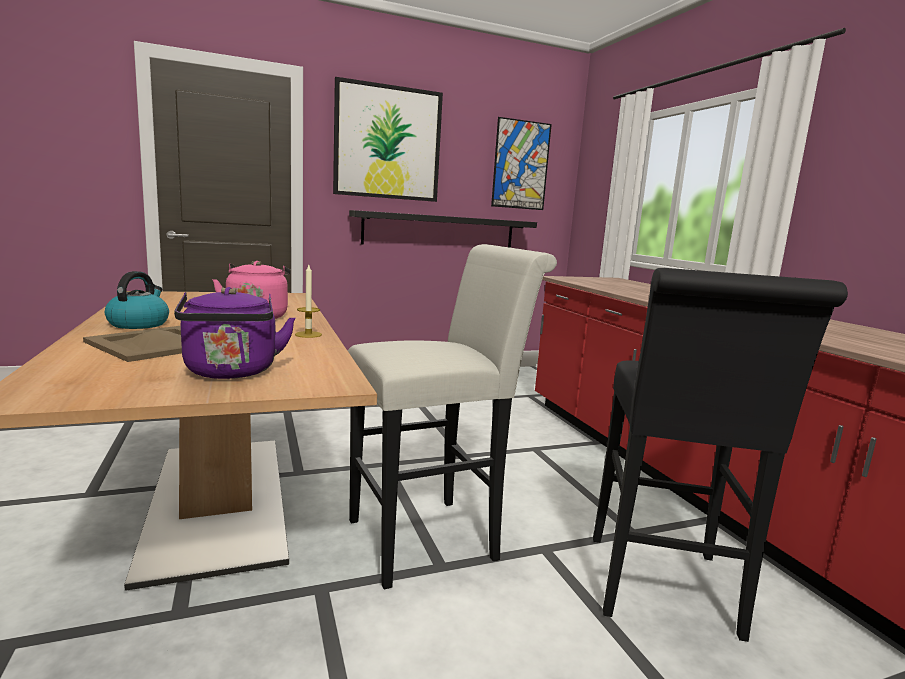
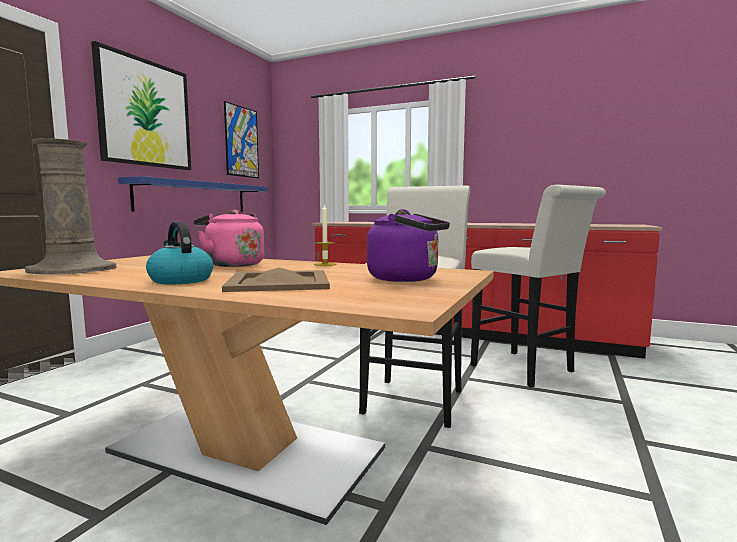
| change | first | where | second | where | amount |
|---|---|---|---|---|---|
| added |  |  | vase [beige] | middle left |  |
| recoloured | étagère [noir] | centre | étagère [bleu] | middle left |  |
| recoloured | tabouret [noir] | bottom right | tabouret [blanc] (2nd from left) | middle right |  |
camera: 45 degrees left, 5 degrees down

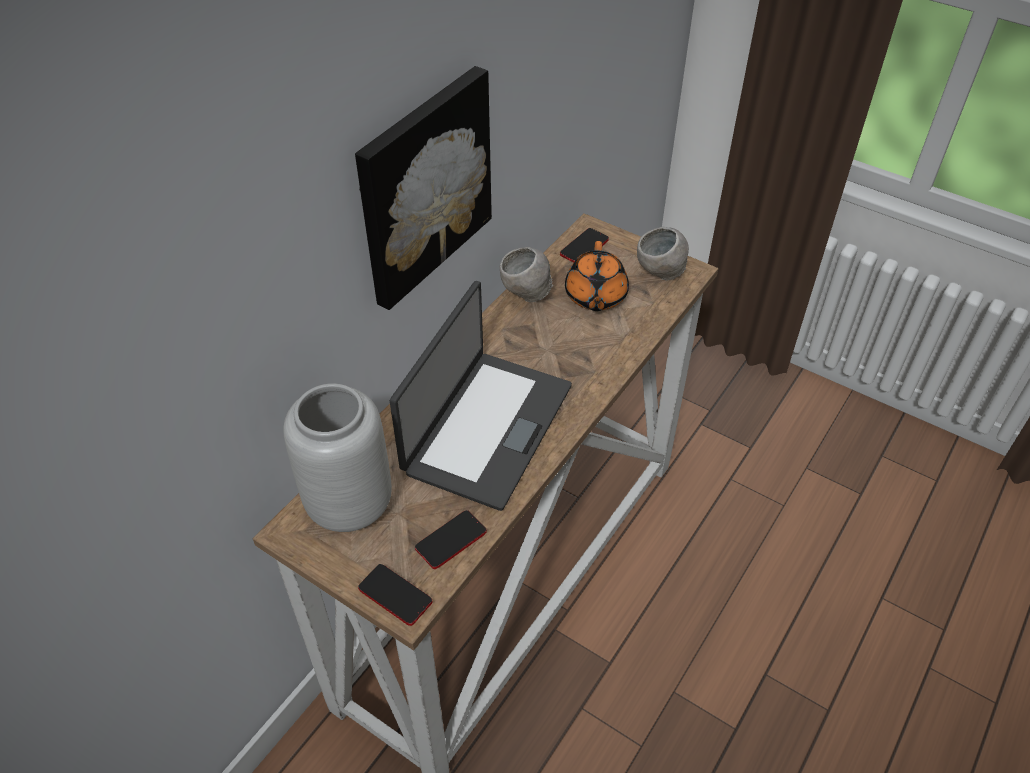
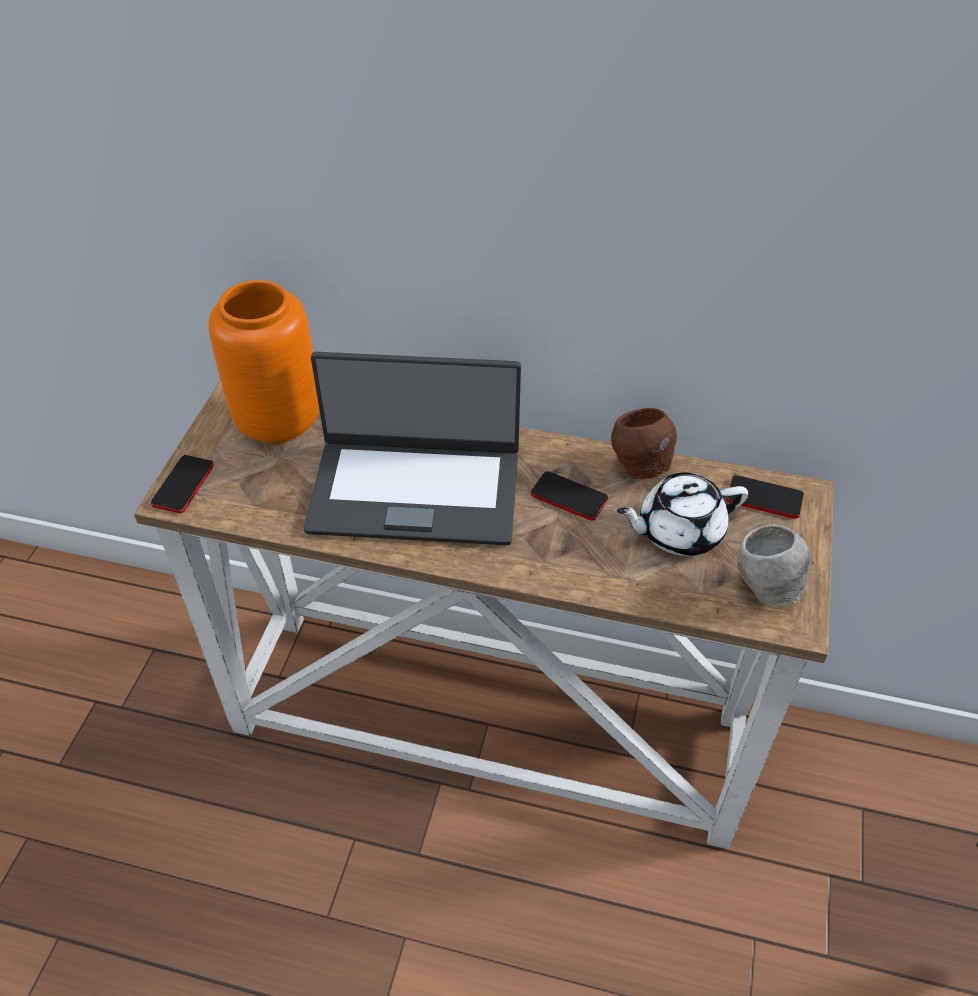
| change | first | where | second | where | amount |
|---|---|---|---|---|---|
| removed | tableau | top centre |  |  |  |
| moved | téléphone (2nd from left) | bottom centre |  | centre |  |
| recoloured | vase [gris] | middle left | vase [orange] | middle left |  |
| recoloured | bol [gris] (1st from left) | centre | bol [marron] | centre |  |
| recoloured | théière [orange] | centre | théière [blanc] | middle right |  |
camera: 70 degrees right, 0 degrees up

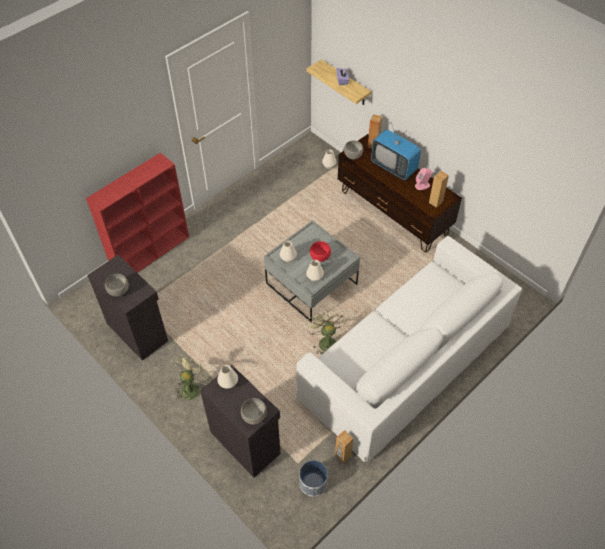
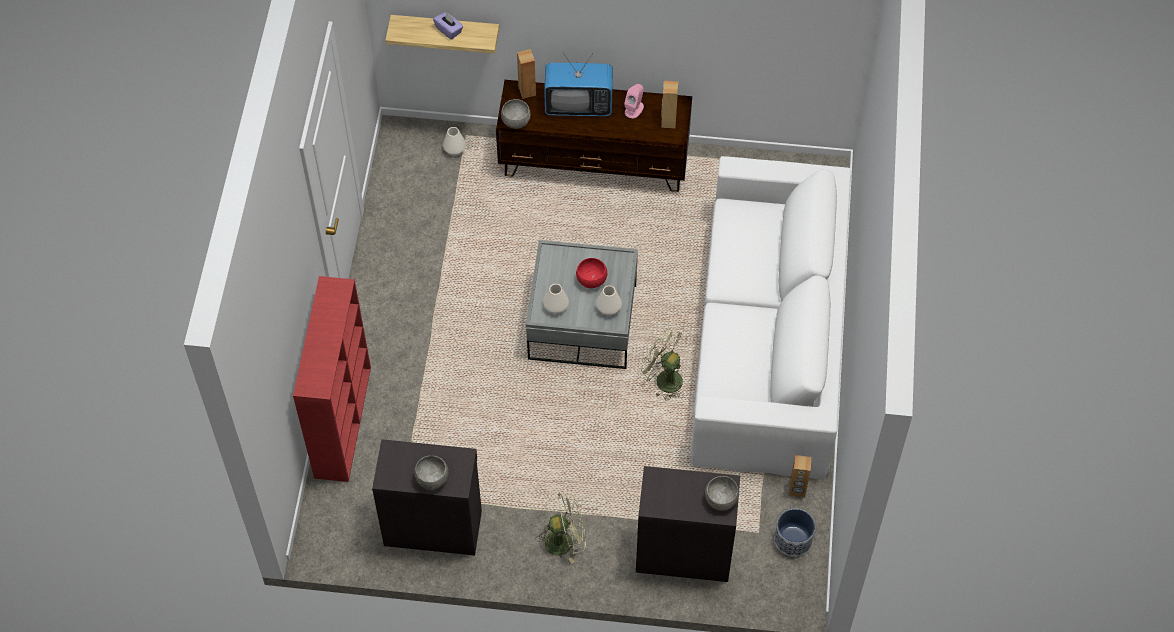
| change | first | where | second | where | amount |
|---|---|---|---|---|---|
| removed | vase [blanc] (1st from left) | bottom centre |  |  |  |
| turned | ventilateur [vert] (1st from left) | bottom left |  | bottom centre | 90 degrees clockwise |
camera: 40 degrees left, 5 degrees up

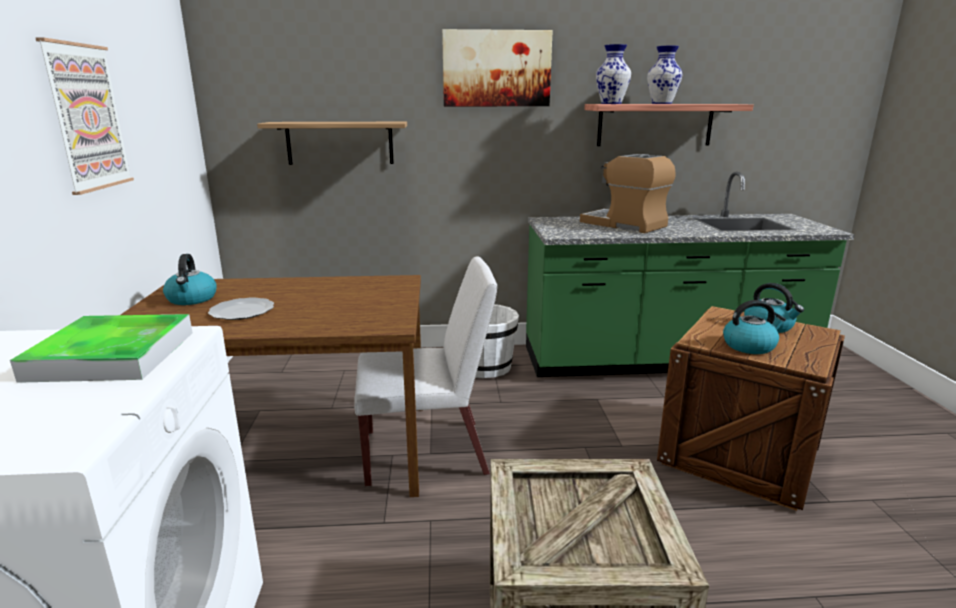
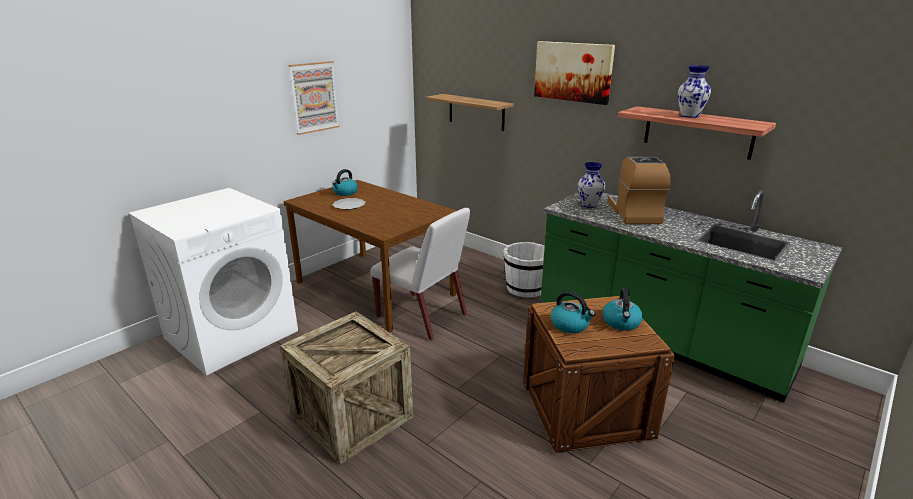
| change | first | where | second | where | amount |
|---|---|---|---|---|---|
| removed | plateau | middle left |  |  |  |
| moved | vase (1st from left) | top centre |  | centre |  |
camera: 45 degrees right, 5 degrees up

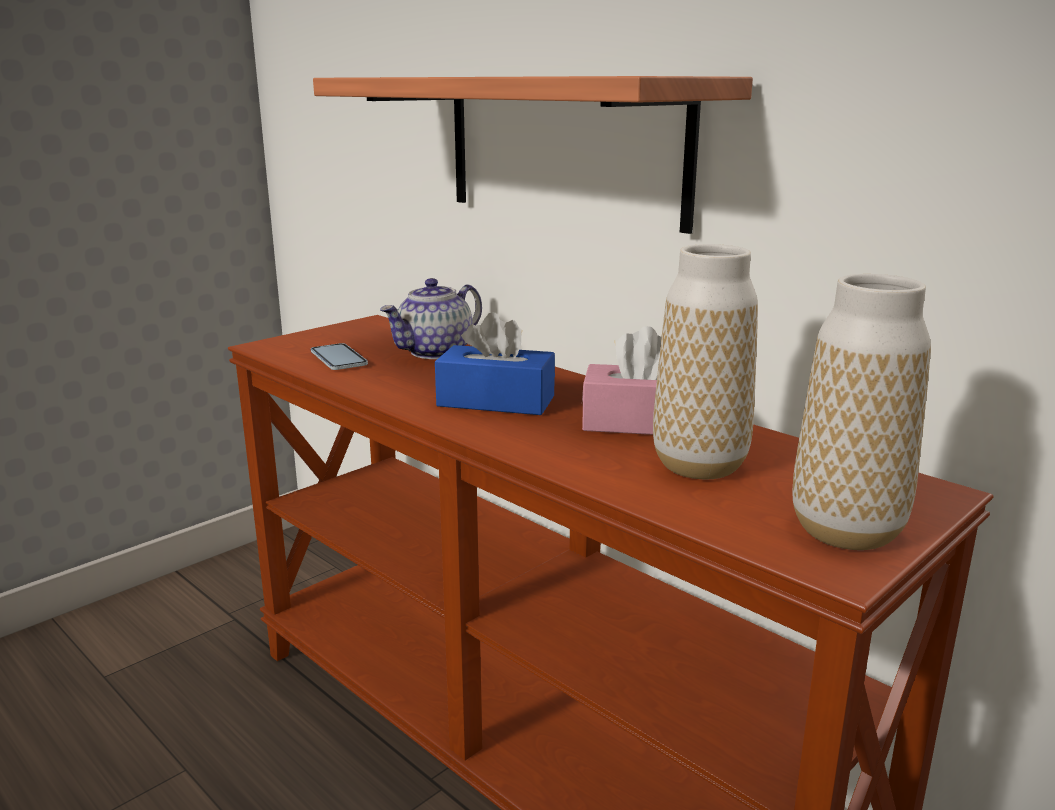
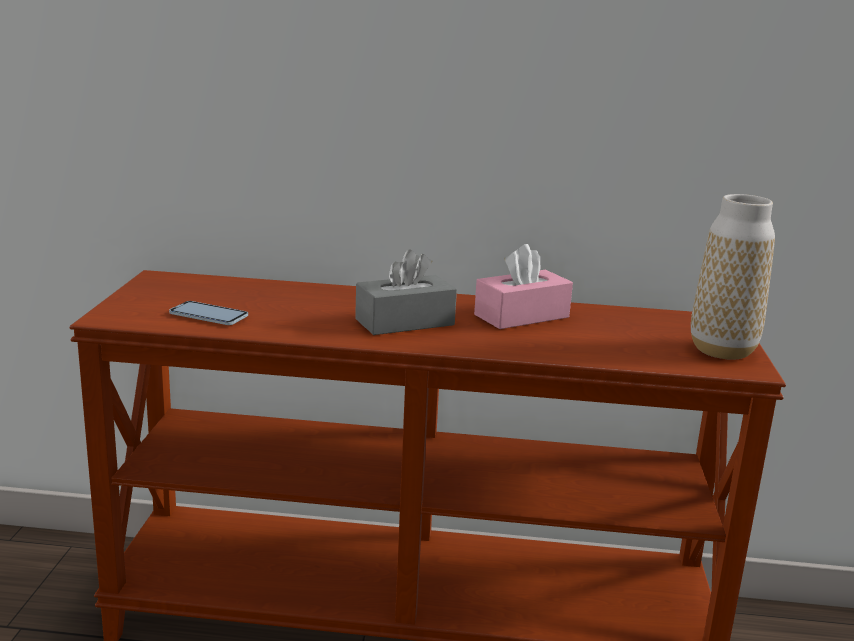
| change | first | where | second | where | amount |
|---|---|---|---|---|---|
| removed | étagère | top centre |  |  |  |
| removed | théière | centre |  |  |  |
| removed | vase (1st from left) | middle right |  |  |  |
| recoloured | boîte à mouchoirs [bleu] | centre | boîte à mouchoirs [gris] | centre |  |
camera: 40 degrees left, 0 degrees up

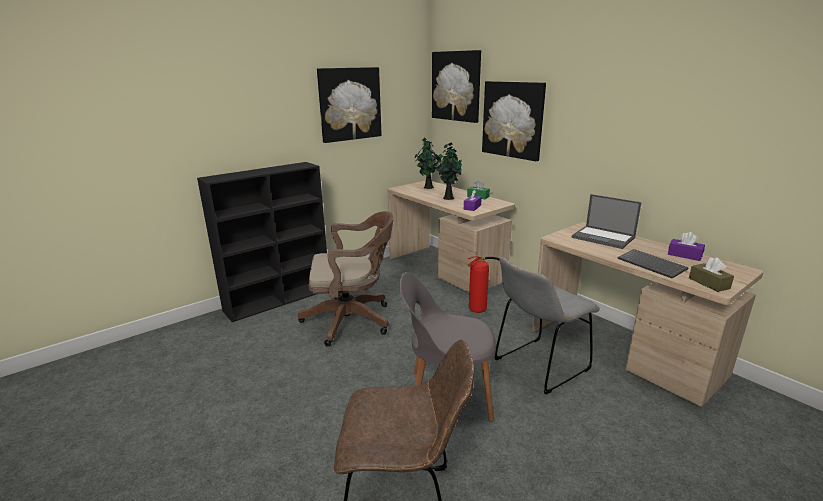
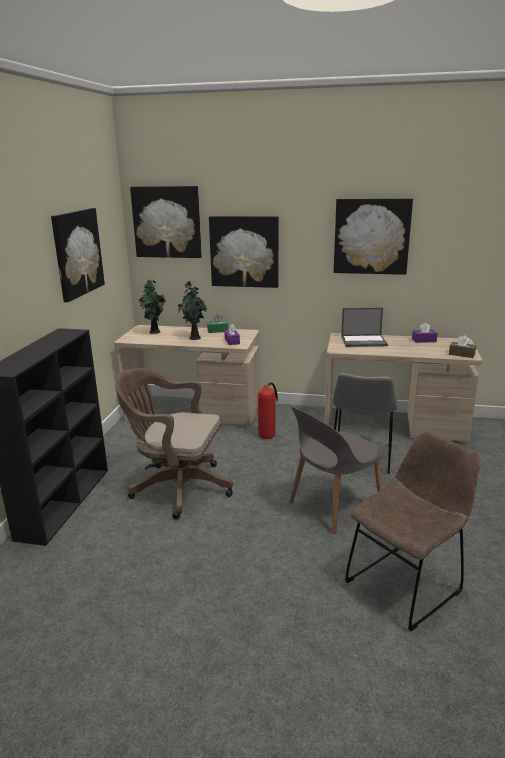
| change | first | where | second | where | amount |
|---|---|---|---|---|---|
| removed | clavier | middle right |  |  |  |
| added |  |  | tableau (4th from left) | top right |  |
| turned | chaise de bureau [marron] | centre |  | centre | 120 degrees counterclockwise |
camera: 40 degrees left, 0 degrees up

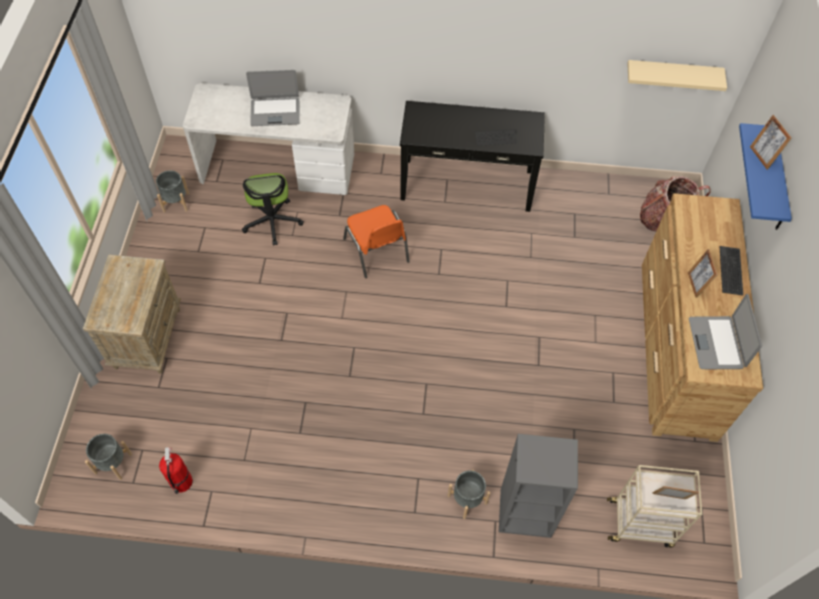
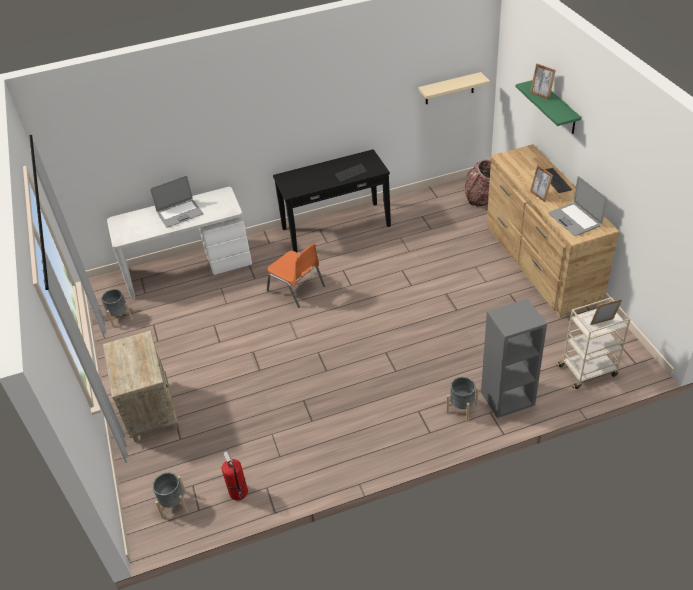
| change | first | where | second | where | amount |
|---|---|---|---|---|---|
| removed | chaise de bureau | centre |  |  |  |
| recoloured | étagère [bleu] | top right | étagère [vert] | top right |  |
camera: 20 degrees left, 15 degrees down

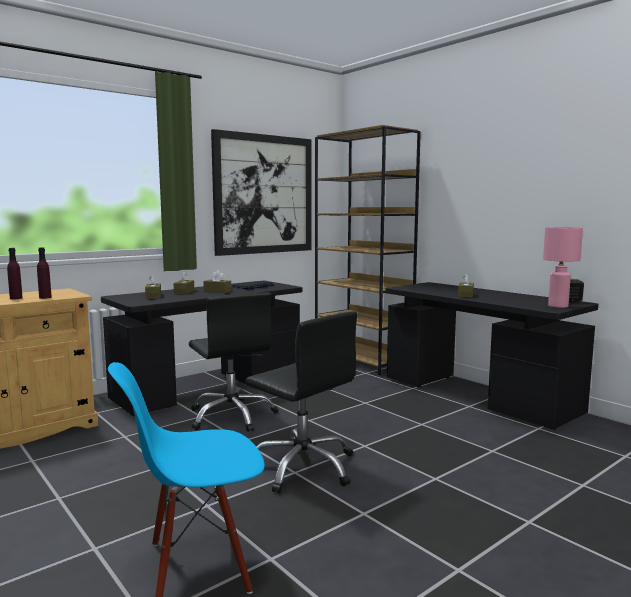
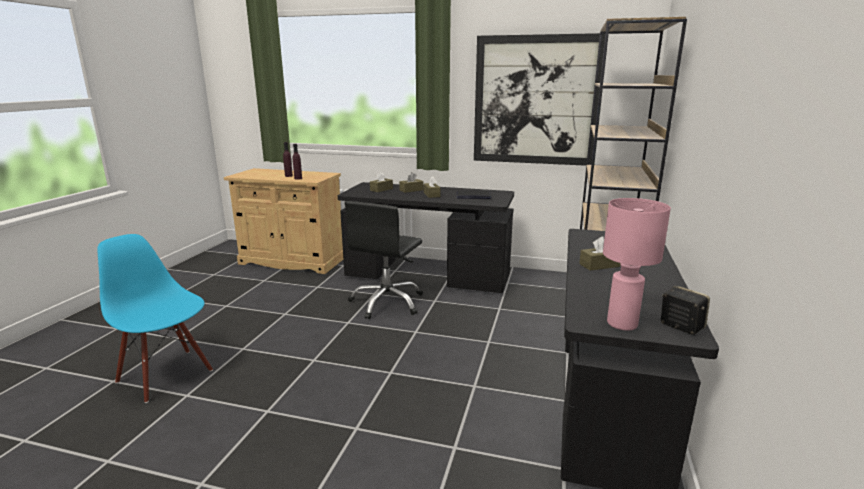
| change | first | where | second | where | amount |
|---|---|---|---|---|---|
| removed | chaise de bureau [noir] (2nd from left) | bottom centre |  |  |  |
camera: 55 degrees right, 10 degrees up

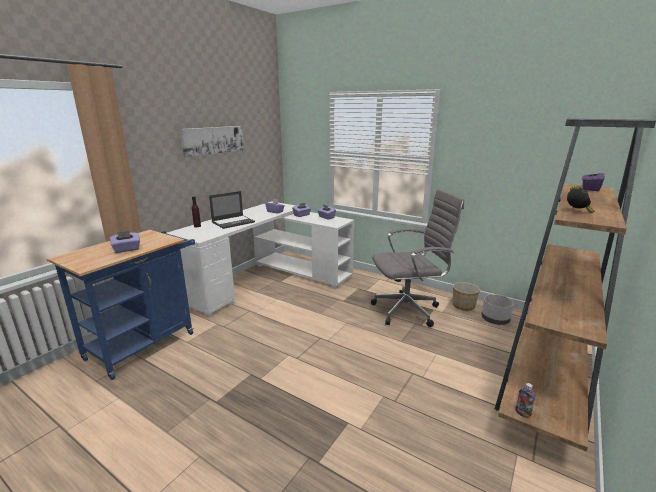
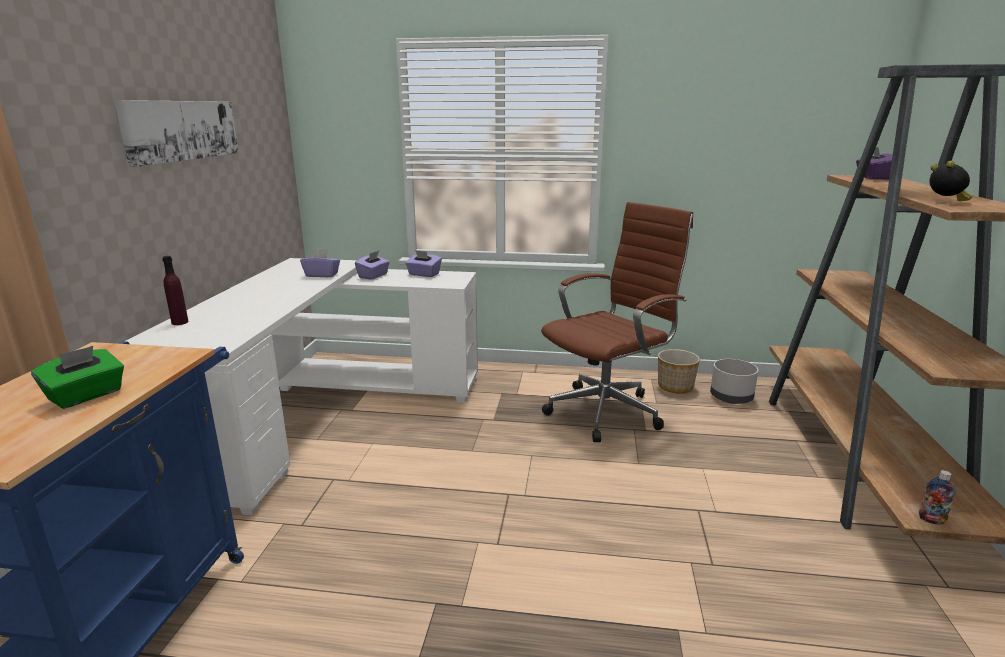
| change | first | where | second | where | amount |
|---|---|---|---|---|---|
| removed | ordinateur portable | centre |  |  |  |
| recoloured | boîte à mouchoirs [violet] (1st from left) | middle left | boîte à mouchoirs [vert] | middle left |  |
| recoloured | chaise de bureau [gris] | centre | chaise de bureau [marron] | centre |  |
camera: 25 degrees left, 0 degrees up

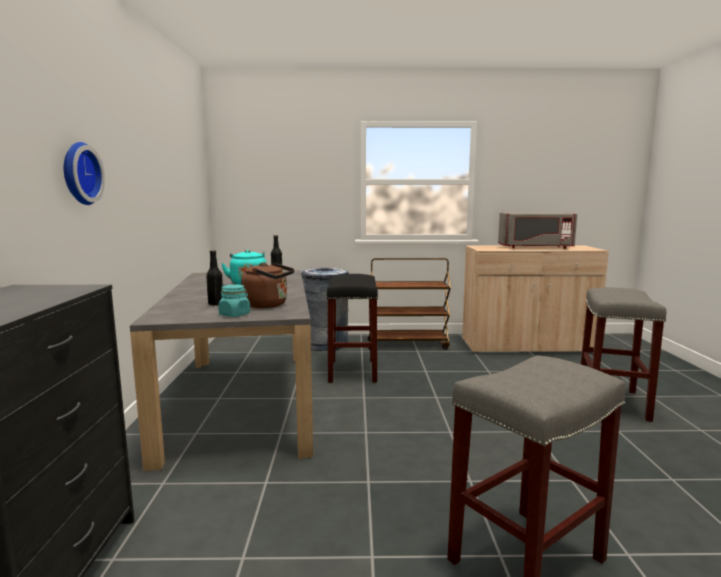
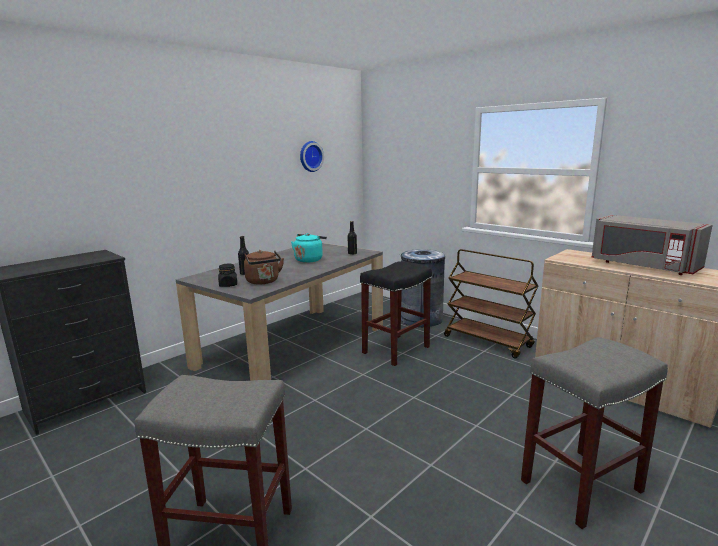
| change | first | where | second | where | amount |
|---|---|---|---|---|---|
| moved | horloge murale | top left |  | top centre |  |
| recoloured | bocal [turquoise] | middle left | bocal [noir] | middle left |  |
camera: 45 degrees right, 5 degrees up

